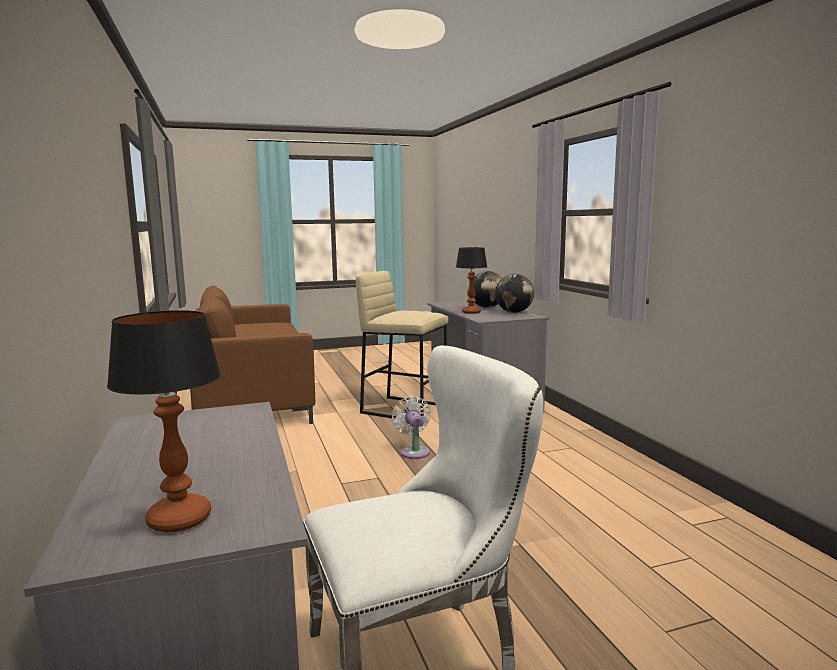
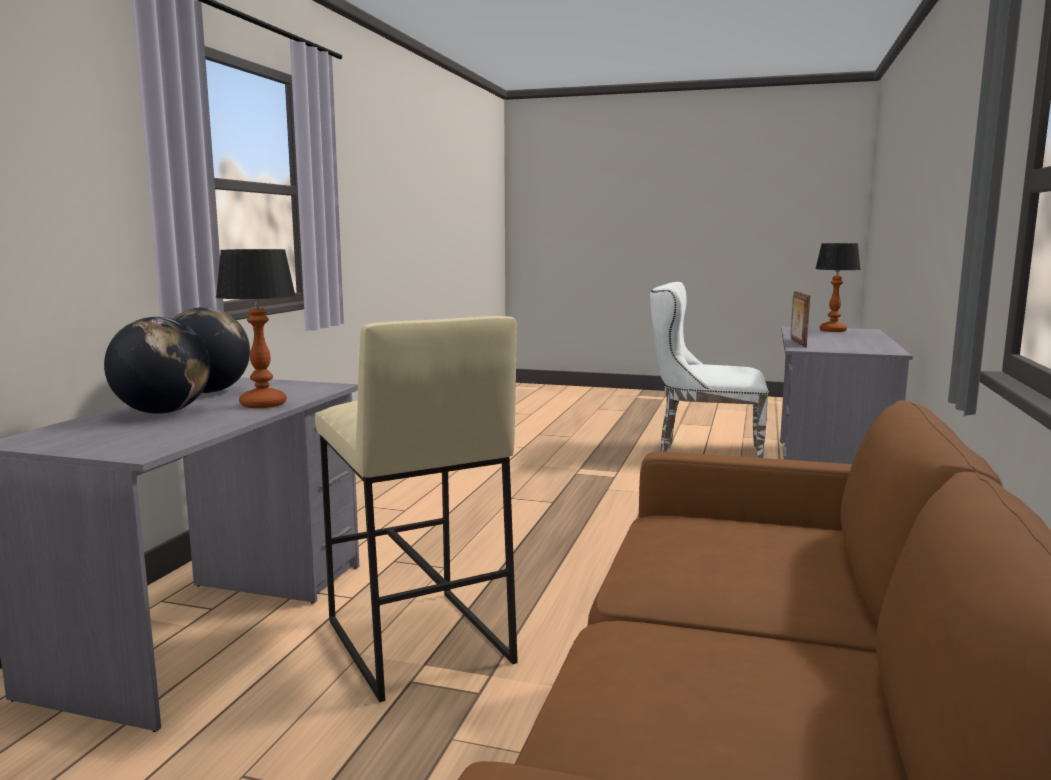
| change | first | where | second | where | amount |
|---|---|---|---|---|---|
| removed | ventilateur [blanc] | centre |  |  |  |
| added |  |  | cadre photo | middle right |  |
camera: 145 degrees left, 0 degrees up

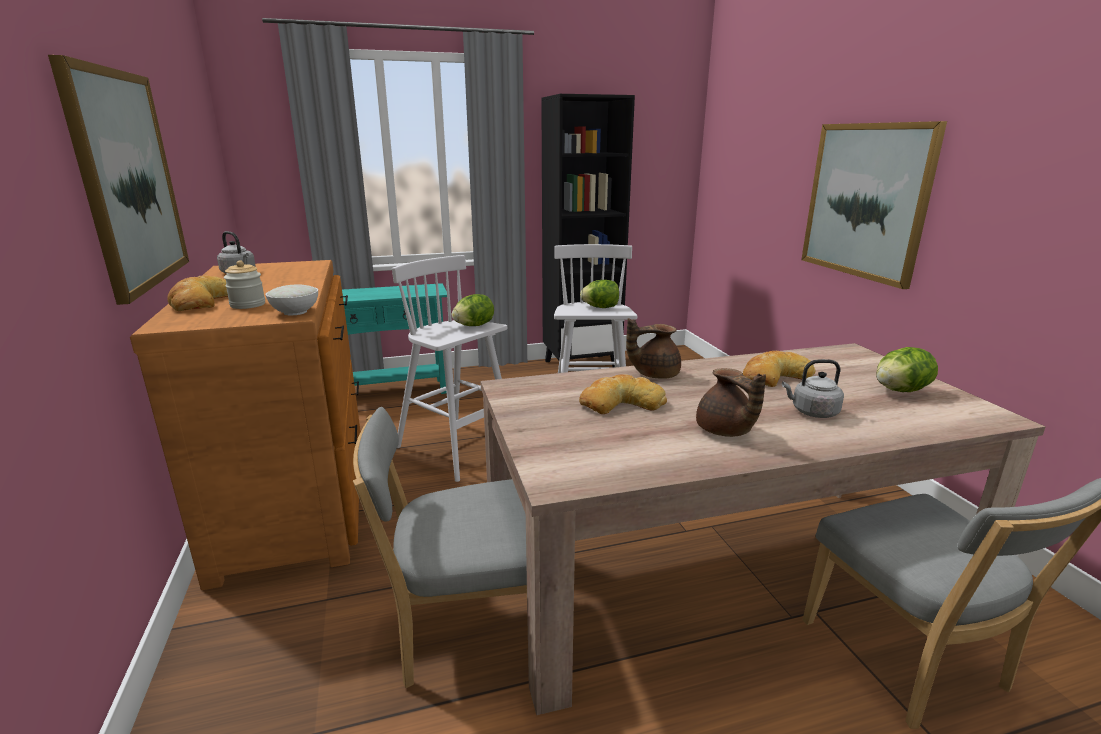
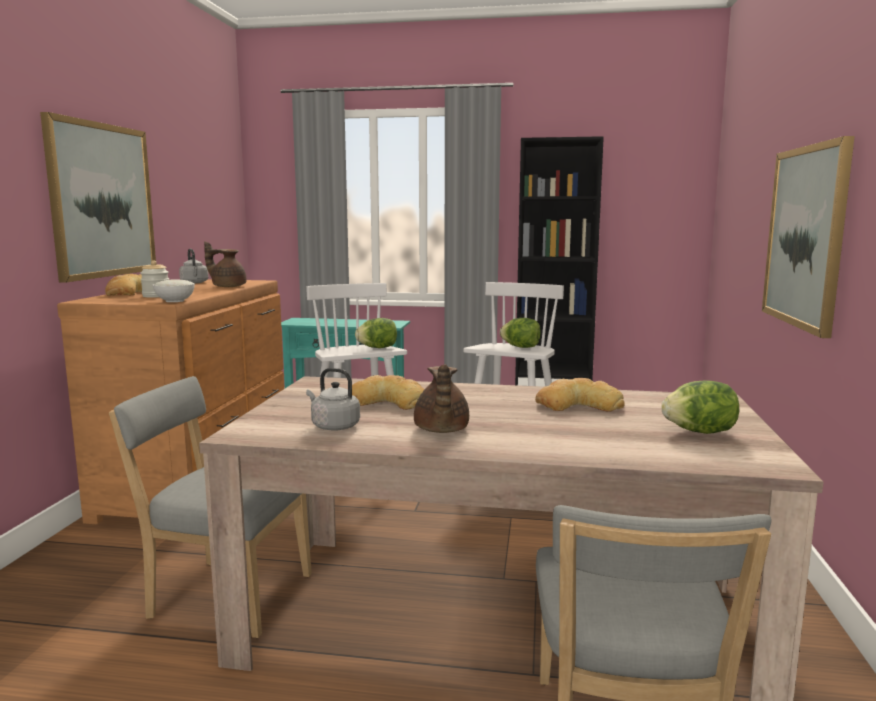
| change | first | where | second | where | amount |
|---|---|---|---|---|---|
| moved | théière [marron] (1st from left) | centre |  | middle left |  |
| moved | bouilloire [gris] (2nd from left) | middle right |  | centre |  |
camera: 25 degrees right, 10 degrees down

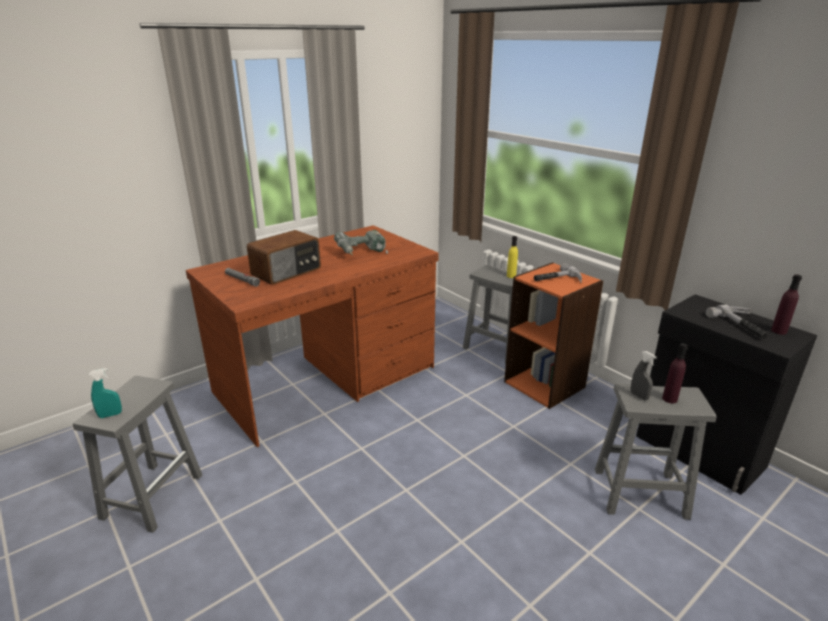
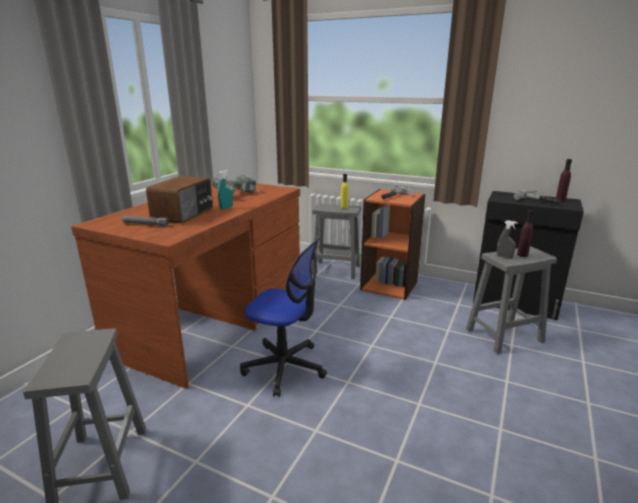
| change | first | where | second | where | amount |
|---|---|---|---|---|---|
| added |  |  | chaise de bureau | centre |  |
| moved | vaporisateur [turquoise] | middle left |  | centre |  |
camera: 25 degrees left, 5 degrees down

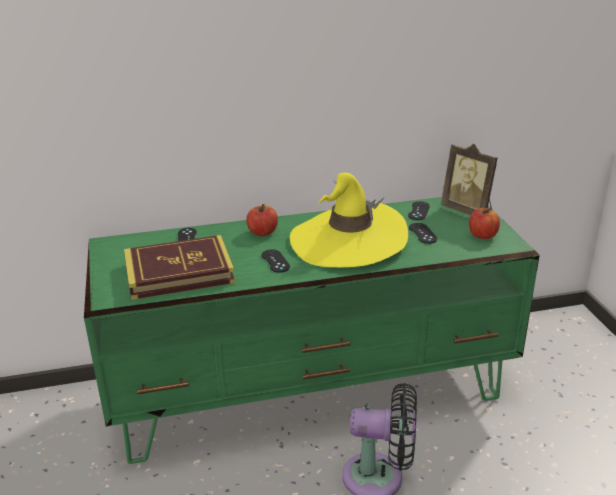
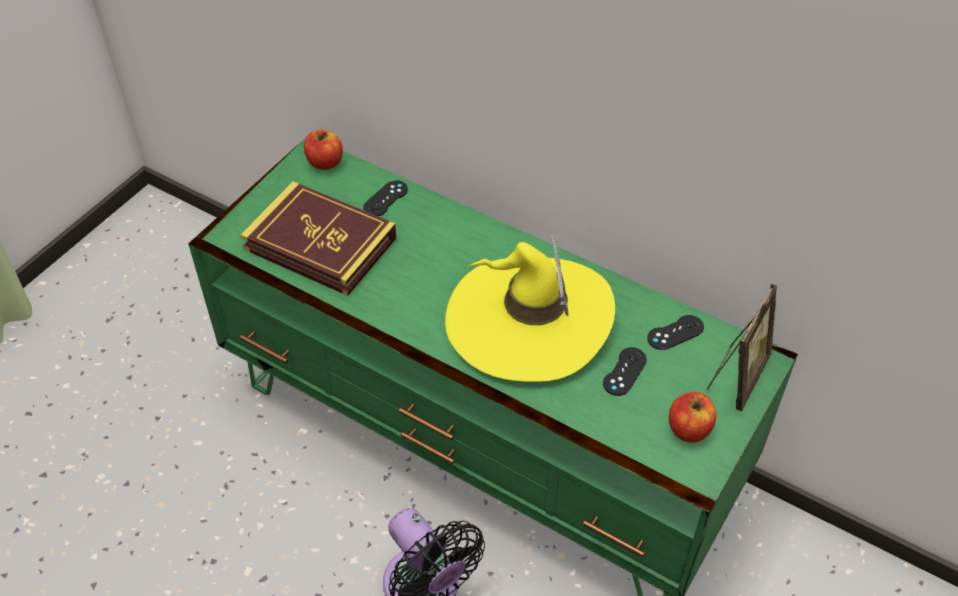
| change | first | where | second | where | amount |
|---|---|---|---|---|---|
| removed | manette [noir] (2nd from left) | centre |  |  |  |
| moved | pomme (1st from left) | centre |  | top centre |  |
| turned | cadre photo | middle right |  | middle right | 150 degrees counterclockwise |
camera: 45 degrees right, 20 degrees up

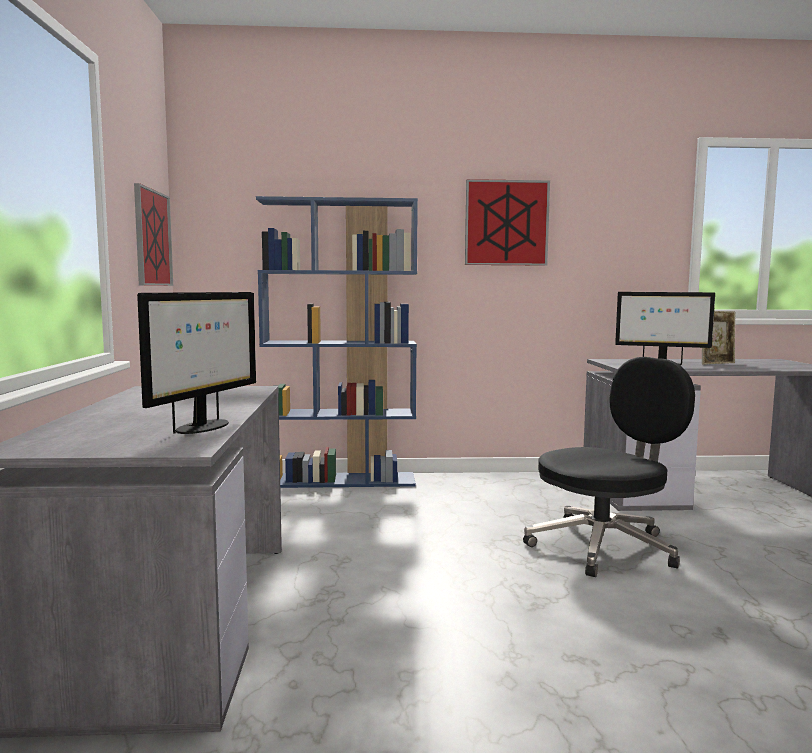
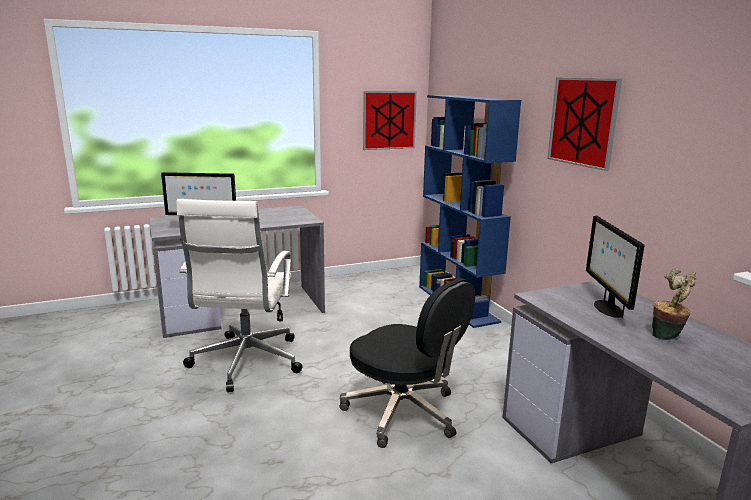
| change | first | where | second | where | amount |
|---|---|---|---|---|---|
| added |  |  | chaise de bureau [blanc] | middle left |  |
| replaced | cadre photo | middle right | plante en pot | middle right |  |
camera: 70 degrees right, 10 degrees up

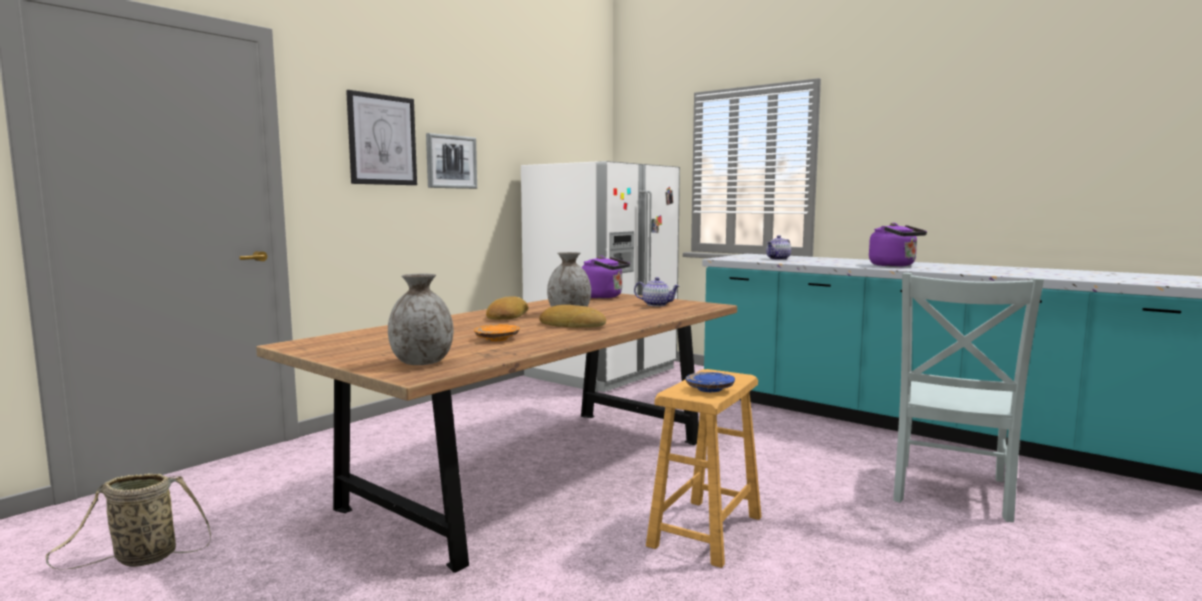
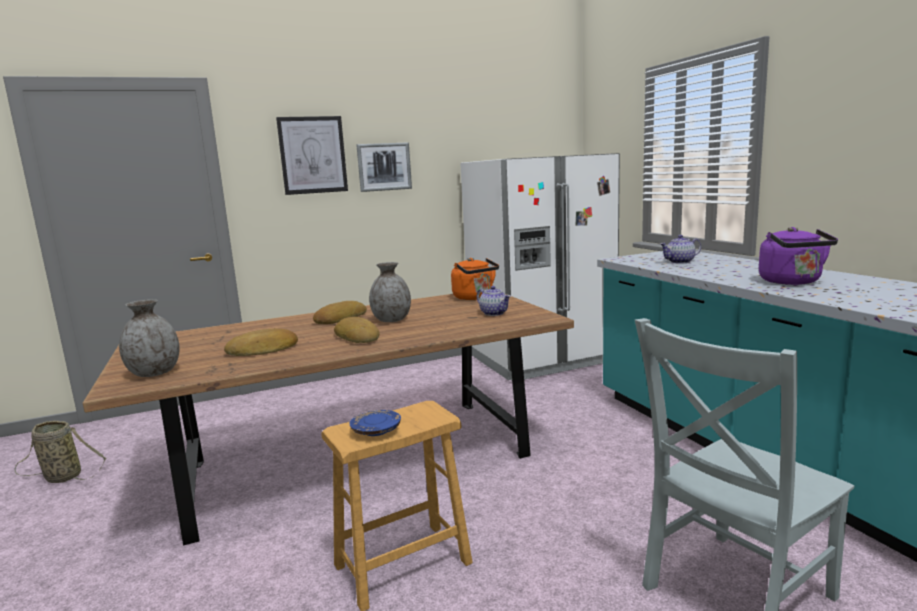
| change | first | where | second | where | amount |
|---|---|---|---|---|---|
| replaced | assiette [orange] | centre | pain (1st from left) | middle left |  |
| recoloured | bouilloire [violet] (1st from left) | centre | bouilloire [orange] | centre |  |
camera: 30 degrees right, 5 degrees up

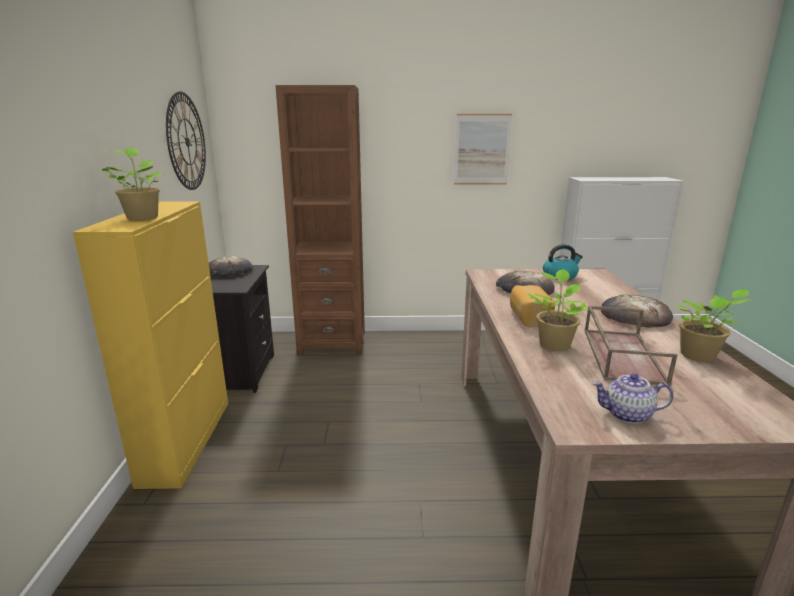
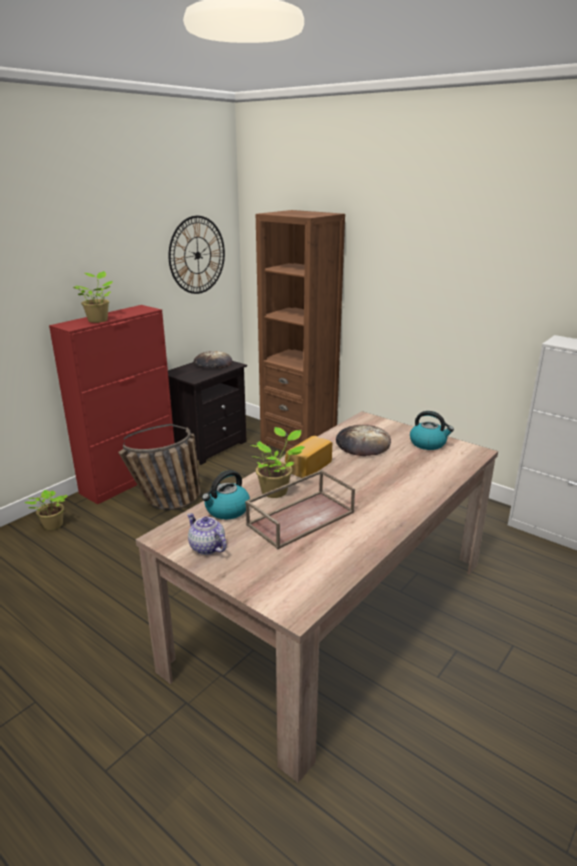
| change | first | where | second | where | amount |
|---|---|---|---|---|---|
| removed | tableau | top centre |  |  |  |
| removed | pain (4th from left) | middle right |  |  |  |
| added |  |  | panier | middle left |  |
| added |  |  | bouilloire (1st from left) | centre |  |
| moved | plante en pot (3rd from left in the first image) | middle right | plante en pot (1st from left) | middle left |  |
| recoloured | meuble de rangement [jaune] | middle left | meuble de rangement [rouge] | middle left |  |
camera: 40 degrees right, 5 degrees up

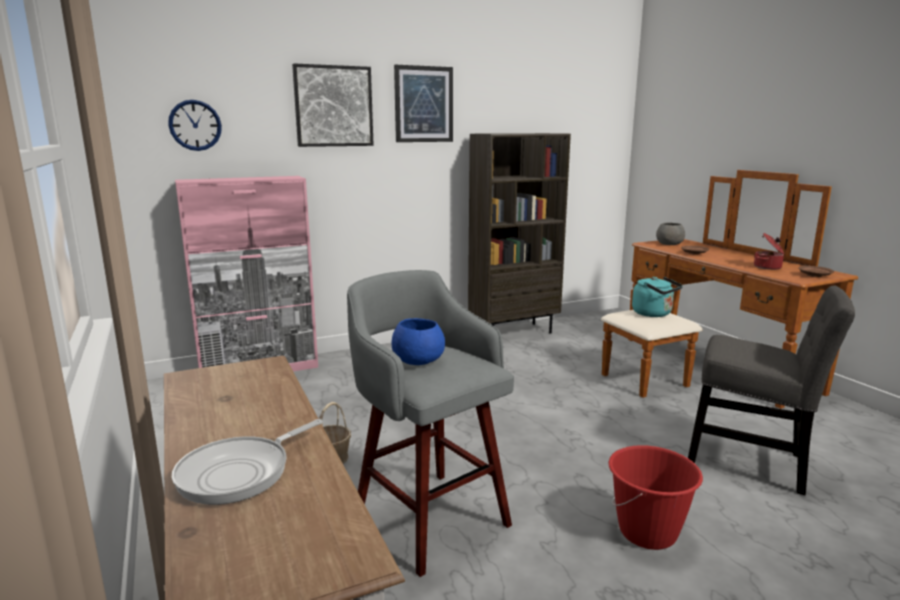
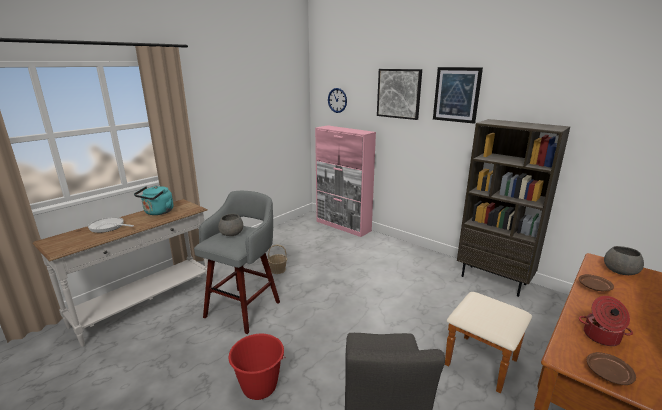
| change | first | where | second | where | amount |
|---|---|---|---|---|---|
| moved | bouilloire [turquoise] | middle right |  | middle left |  |
| recoloured | bol [bleu] | centre | bol [gris] (1st from left) | centre |  |
camera: 65 degrees right, 5 degrees up

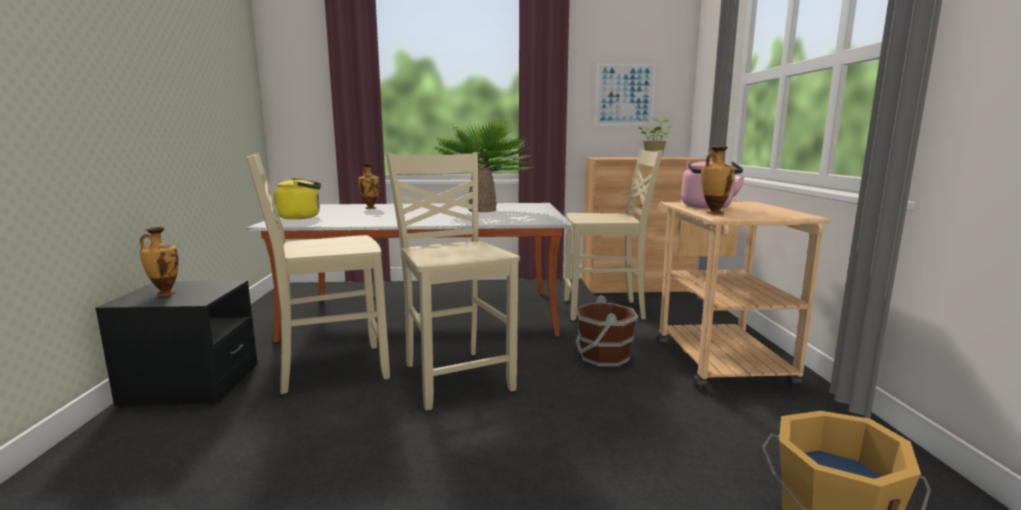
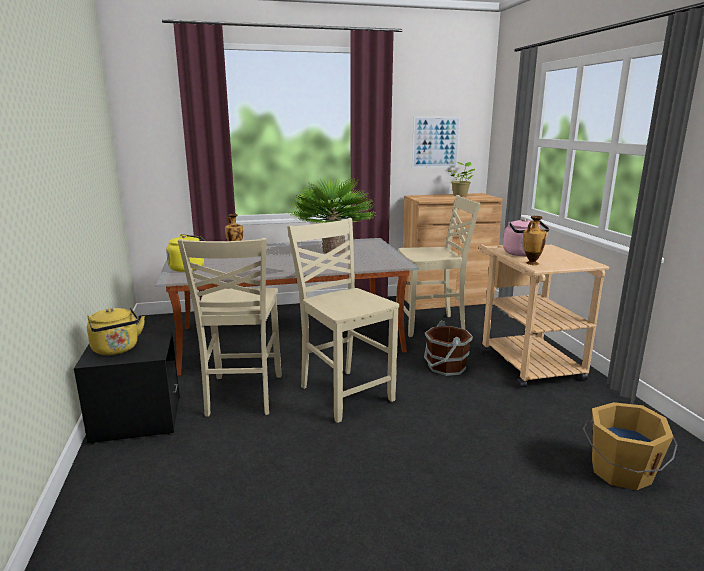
| change | first | where | second | where | amount |
|---|---|---|---|---|---|
| replaced | vase (1st from left) | middle left | bouilloire [jaune] (1st from left) | middle left |  |
| turned | chaise [beige] (1st from left) | middle left |  | middle left | 60 degrees counterclockwise |
camera: 10 degrees left, 5 degrees up

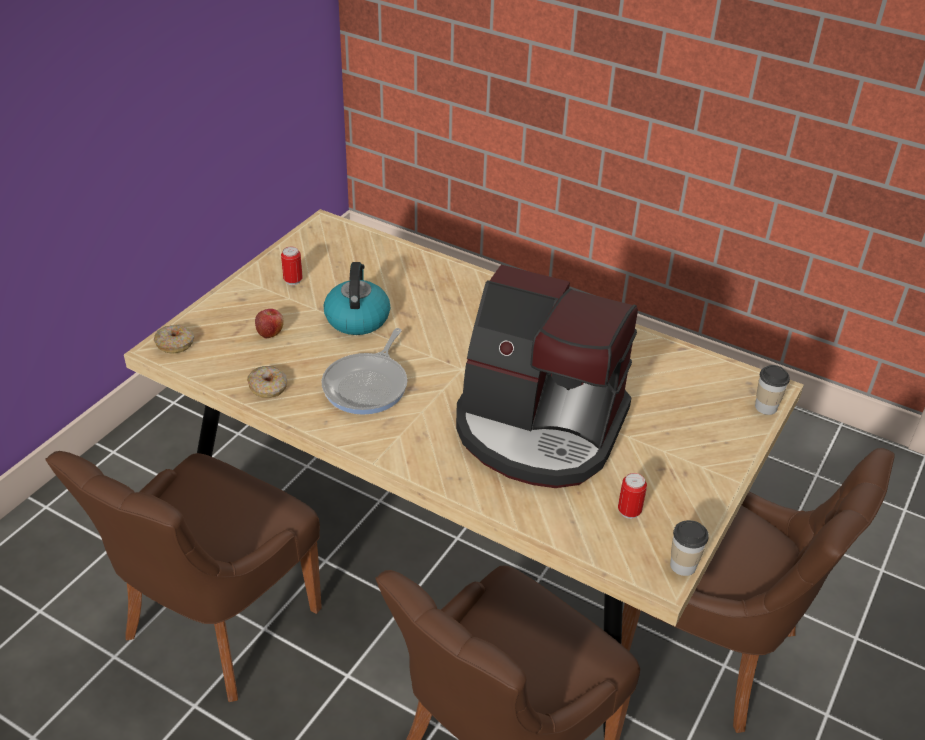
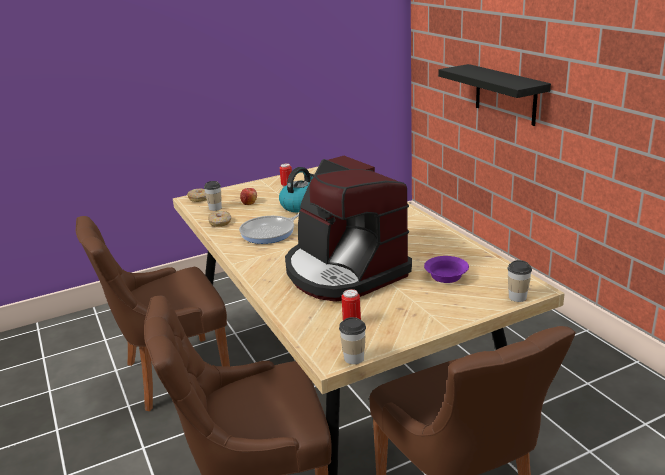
| change | first | where | second | where | amount |
|---|---|---|---|---|---|
| added |  |  | tasse (1st from left) | middle left |  |
| added |  |  | bol [violet] | middle right |  |
| added |  |  | étagère [noir] | top right |  |
camera: 35 degrees right, 15 degrees down

